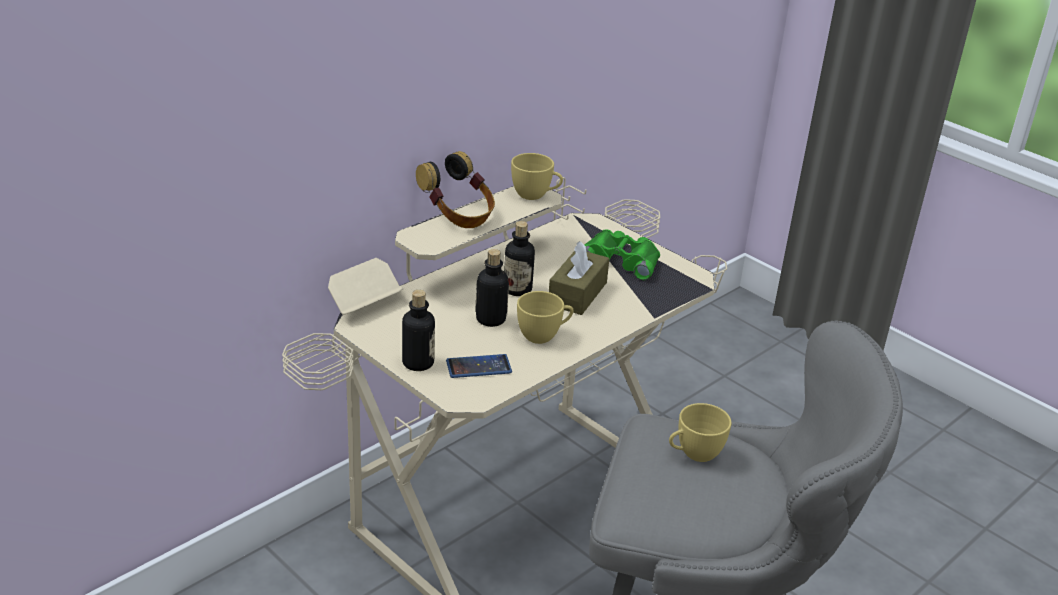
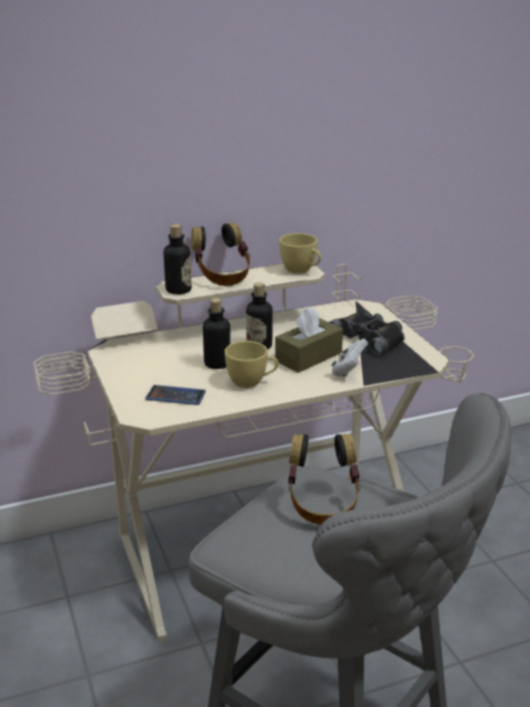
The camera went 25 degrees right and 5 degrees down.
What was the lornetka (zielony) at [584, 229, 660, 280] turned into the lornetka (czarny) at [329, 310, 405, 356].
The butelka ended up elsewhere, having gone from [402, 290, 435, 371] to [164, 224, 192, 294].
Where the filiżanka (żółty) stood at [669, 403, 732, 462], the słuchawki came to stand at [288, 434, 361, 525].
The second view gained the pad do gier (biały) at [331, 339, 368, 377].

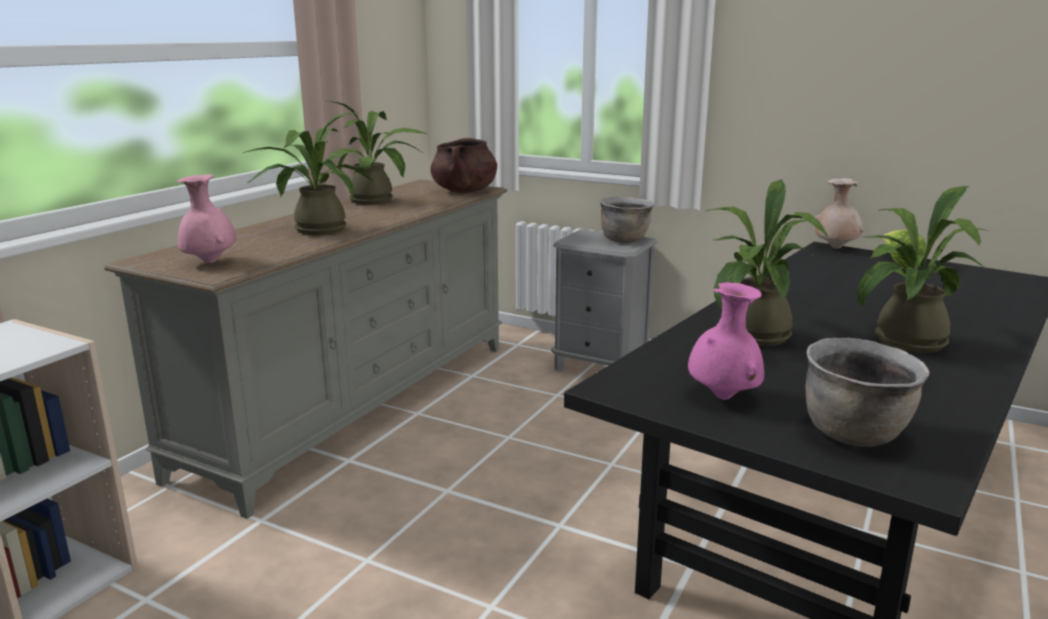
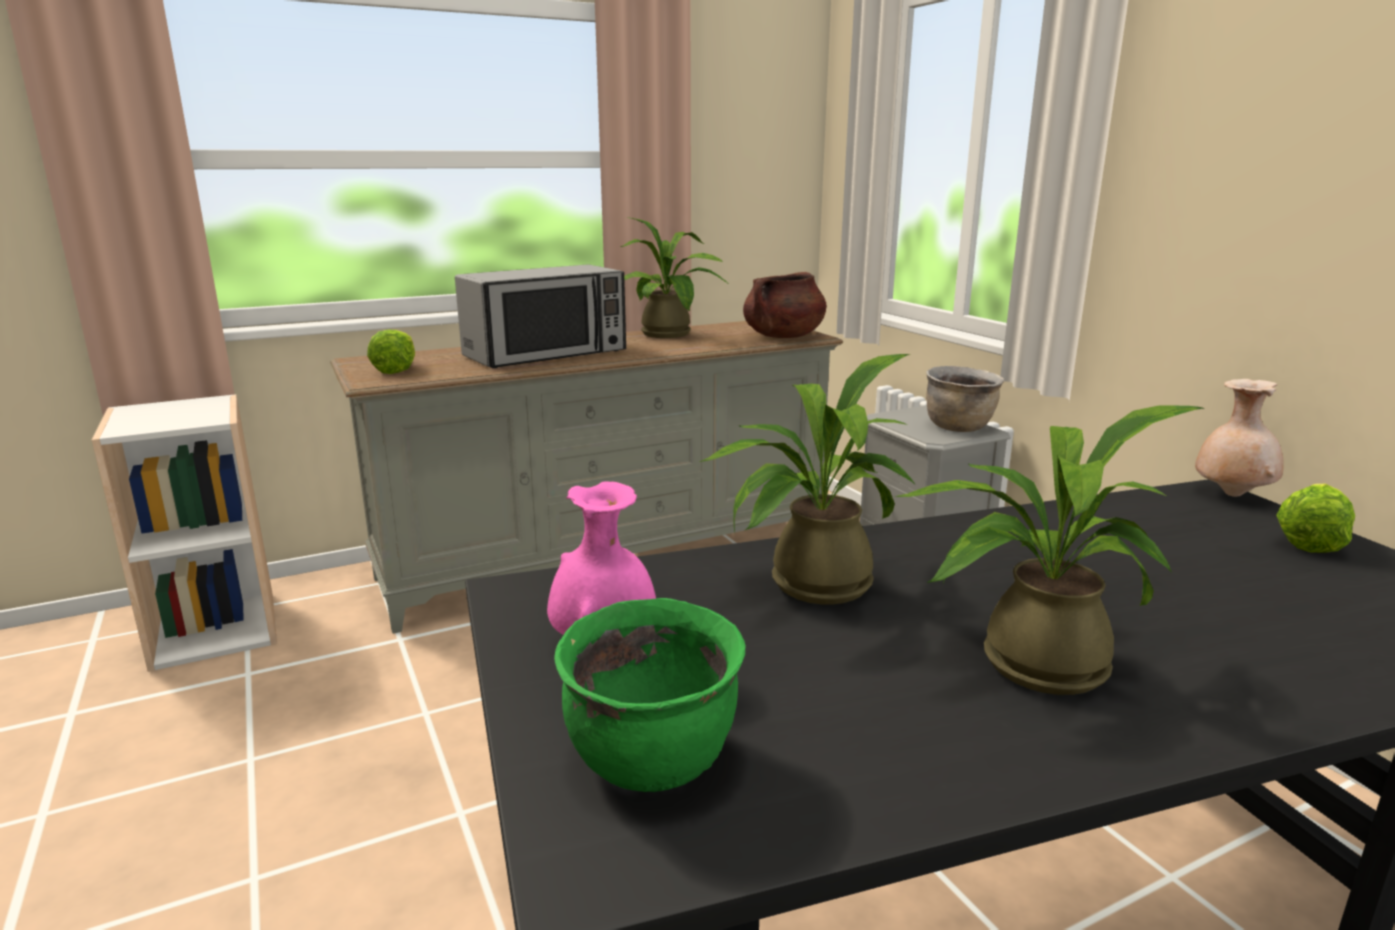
The camera went 35 degrees right and 0 degrees up.
Where the roślina doniczkowa stood at [243, 113, 375, 235], the mikrofalówka came to stand at [455, 265, 626, 368].
Where the wazon (różowy) stood at [177, 174, 237, 263], the sałata came to stand at [367, 330, 415, 374].
What was the garnek (brązowy) at [805, 338, 930, 447] turned into the garnek (zielony) at [554, 598, 746, 792].

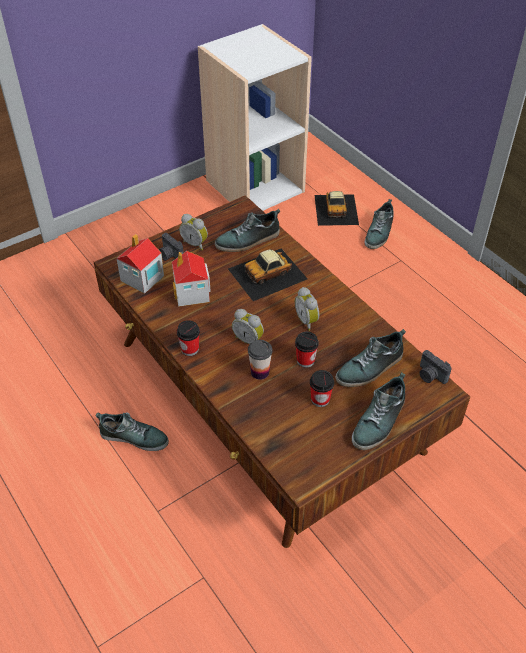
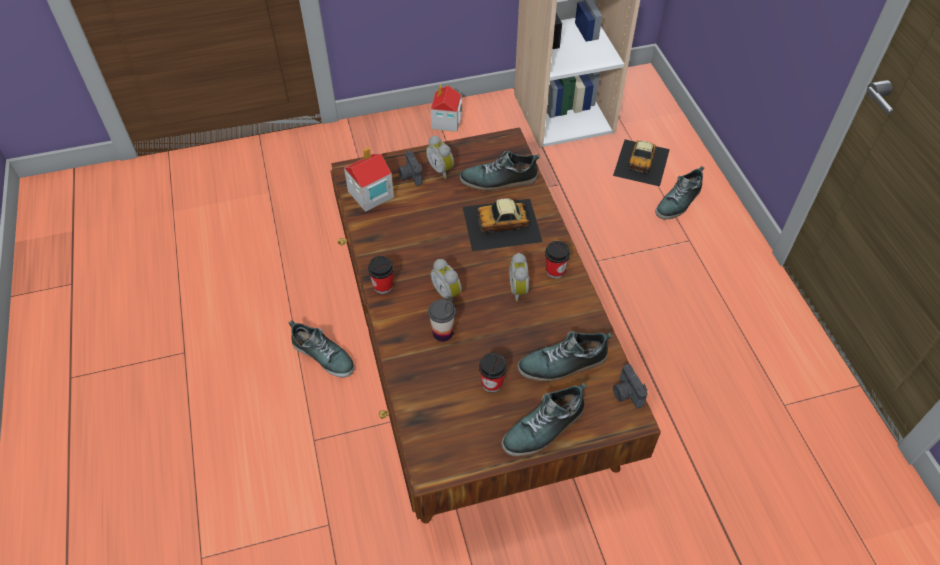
The camera went 20 degrees right and 5 degrees up.
The domek ended up elsewhere, having gone from [172, 251, 211, 307] to [431, 84, 462, 132].
The filiżanka ended up elsewhere, having gone from [295, 332, 319, 368] to [545, 241, 570, 279].

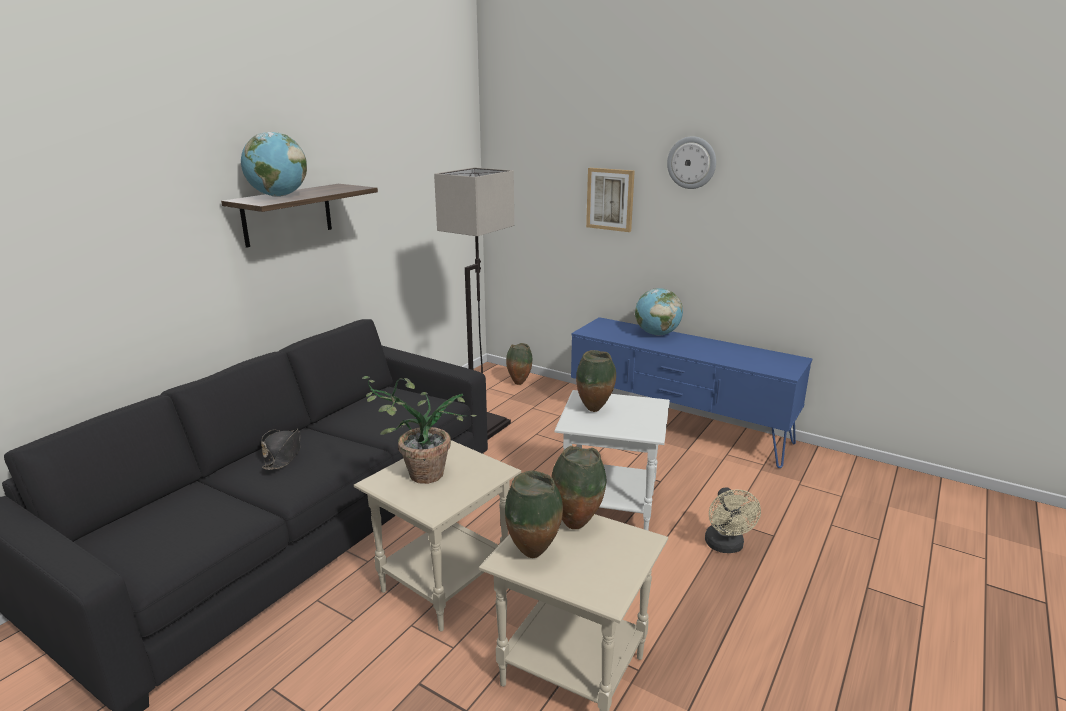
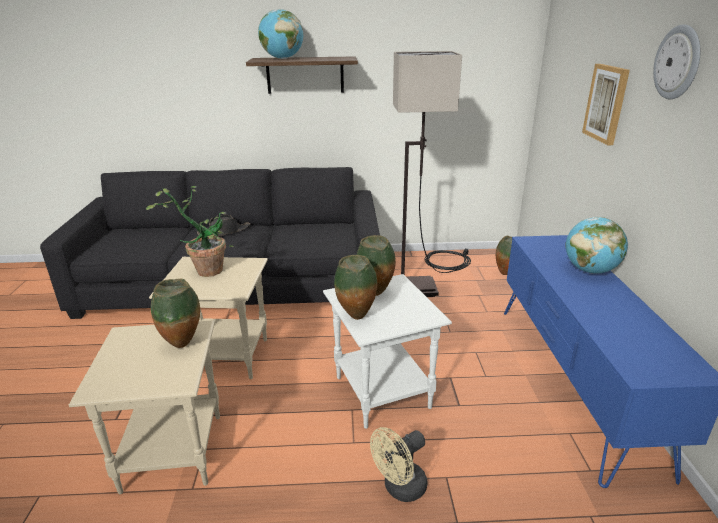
The camera went 55 degrees right and 5 degrees up.
The wazon ended up elsewhere, having gone from [505, 471, 563, 558] to [334, 255, 377, 320].

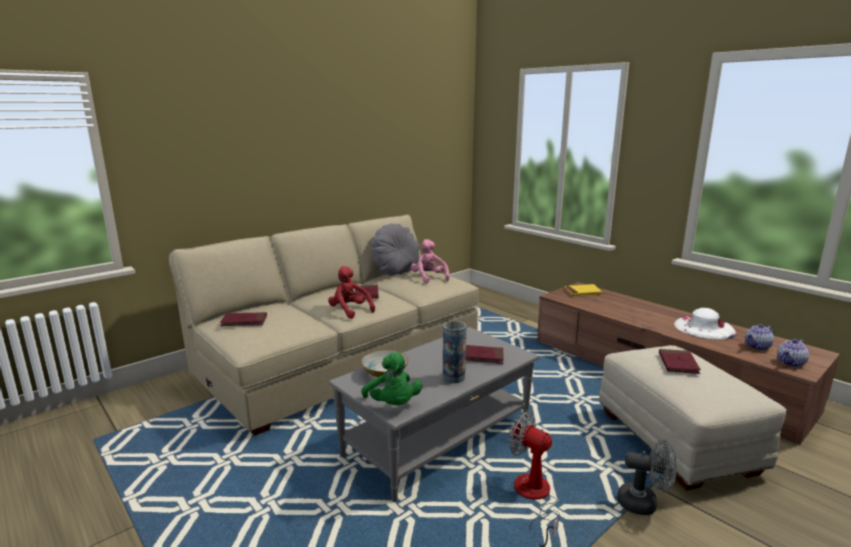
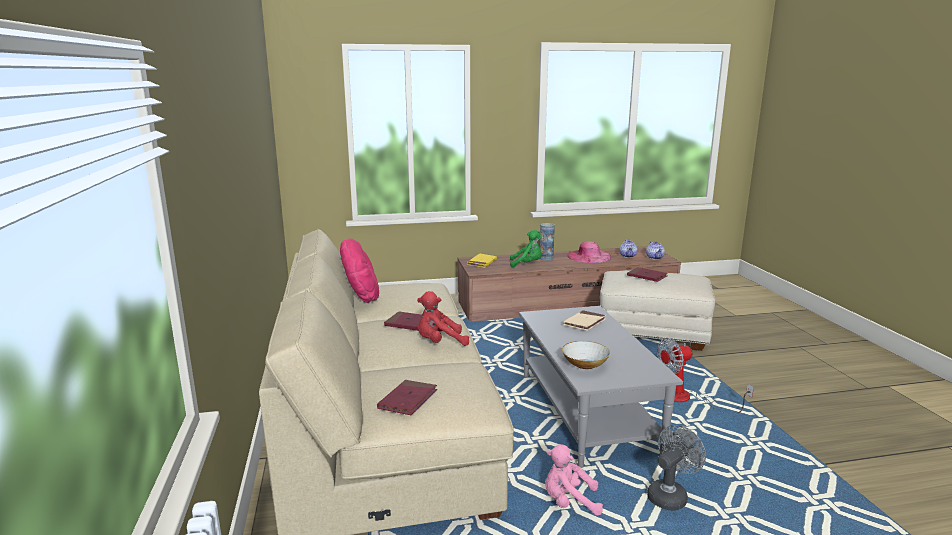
The camera went 60 degrees left and 0 degrees up.
What was the poduszka (szary) at [372, 223, 419, 276] turned into the poduszka (różowy) at [340, 238, 379, 303].
The pluszak (różowy) ended up elsewhere, having gone from [411, 239, 449, 284] to [545, 444, 603, 515].
What was the kapelusz (biały) at [674, 308, 737, 340] turned into the kapelusz (różowy) at [567, 241, 611, 263].
The wazon ended up elsewhere, having gone from [443, 321, 467, 383] to [540, 223, 555, 261].
What was the książka (czerwony) at [466, 345, 504, 364] turned into the książka (beżowy) at [563, 310, 606, 331].
The pluszak (zielony) ended up elsewhere, having gone from [361, 352, 422, 405] to [510, 230, 542, 268].
The wentylator (szary) ended up elsewhere, having gone from [617, 439, 677, 515] to [647, 425, 706, 510].

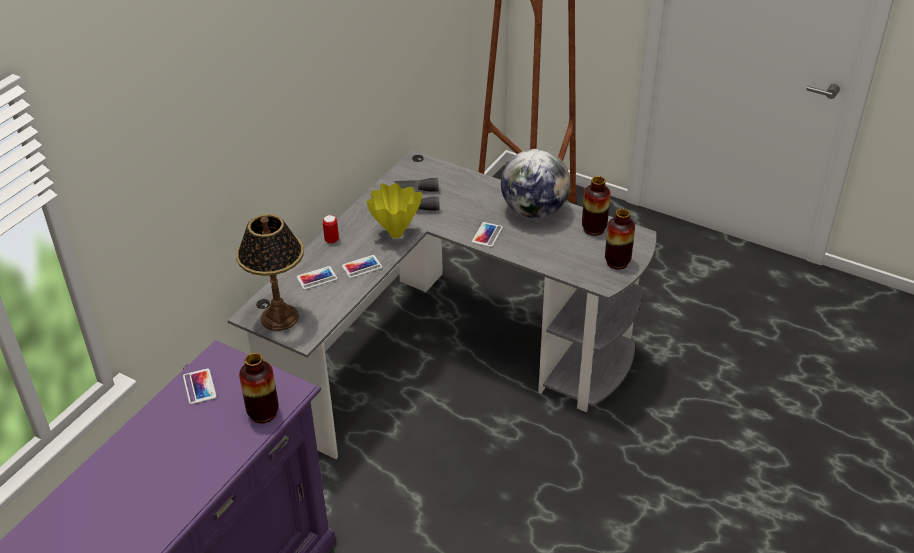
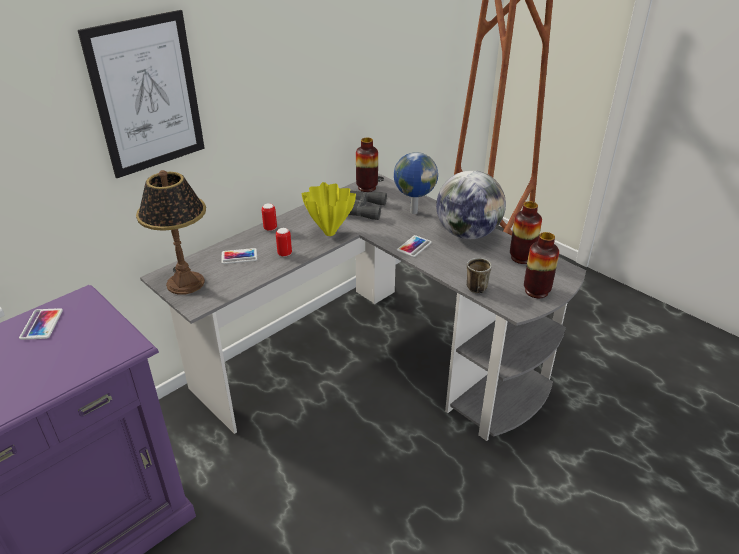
The camera went 15 degrees right and 5 degrees down.
Where the telefon stood at [342, 255, 382, 278], the puszka came to stand at [276, 228, 292, 257].
The wazon ended up elsewhere, having gone from [239, 353, 279, 423] to [356, 138, 378, 192].
The second view gained the obraz at [78, 10, 205, 178].
The second view gained the globus at [394, 152, 438, 214].
The second view gained the kubek at [467, 258, 492, 293].

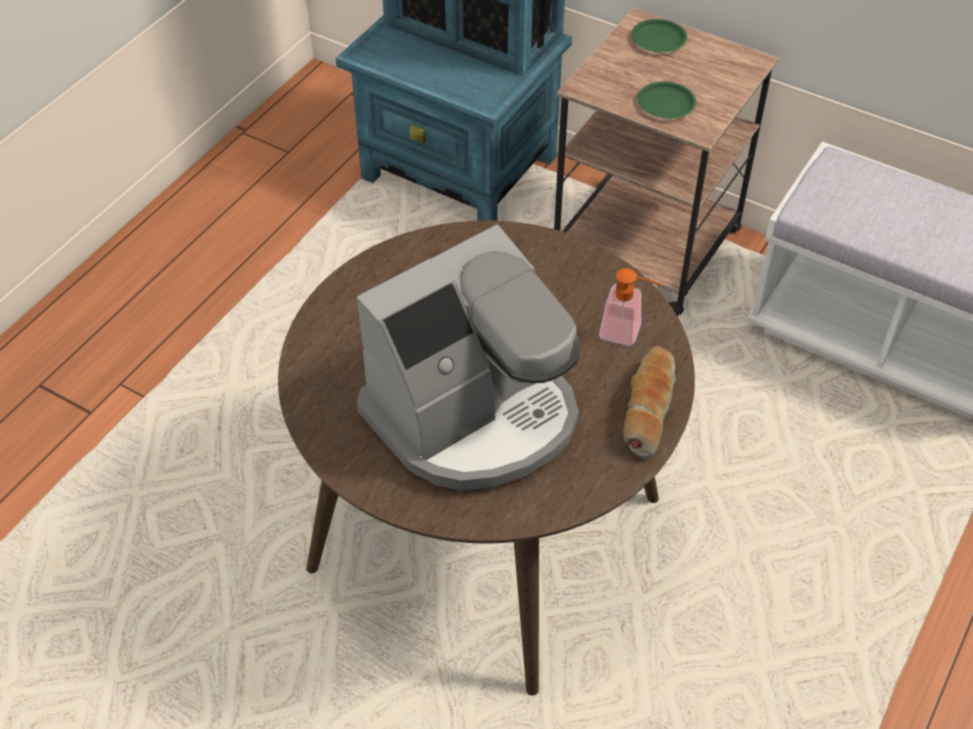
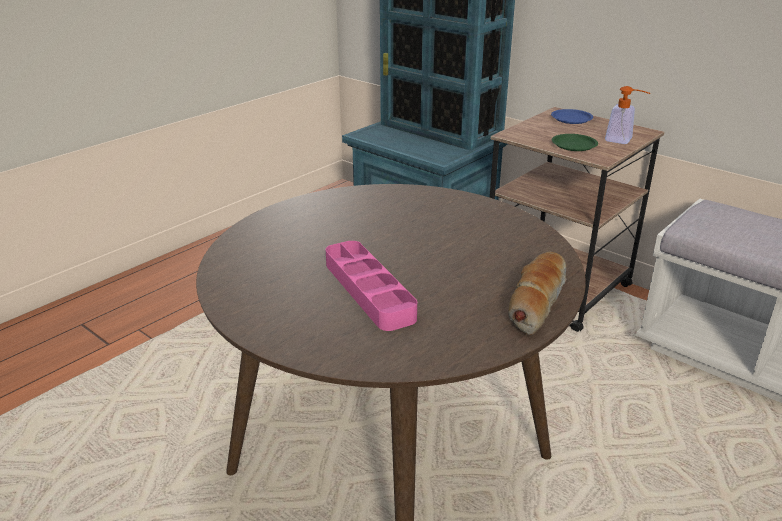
The camera went 10 degrees right and 20 degrees down.
What was the talerz (zielony) at [631, 19, 687, 52] turned into the talerz (niebieski) at [551, 109, 593, 124].
Where the ekspres do kawy stood at [357, 224, 580, 491], the taca (różowy) came to stand at [326, 241, 417, 331].
The dozownik mydła ended up elsewhere, having gone from [599, 268, 662, 346] to [605, 86, 650, 144].

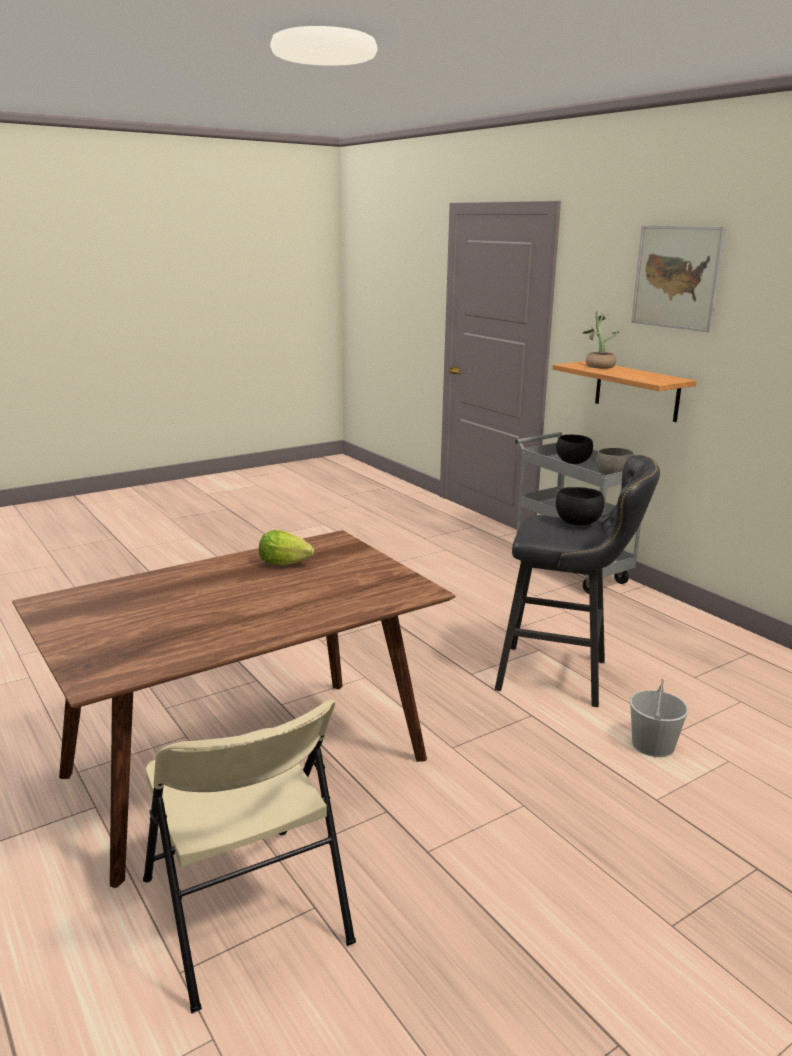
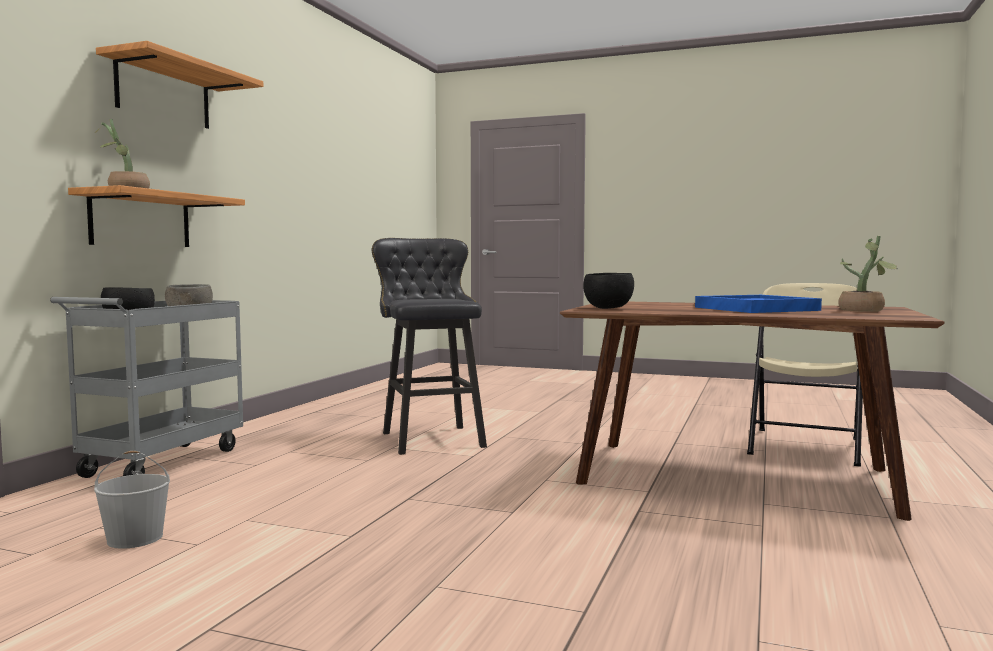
The camera went 125 degrees left and 15 degrees down.
Where the obraz hung at [631, 226, 726, 332], the półka came to hang at [96, 41, 263, 129].
The miska (czarny) ended up elsewhere, having gone from [556, 487, 605, 525] to [583, 273, 634, 309].
The second view lost the sałata at [259, 530, 314, 566].
The wiadro (biały) ended up elsewhere, having gone from [630, 679, 689, 757] to [94, 451, 170, 549].
The second view gained the roślina doniczkowa at [838, 236, 897, 312].
The second view gained the taca (niebieski) at [695, 295, 822, 313].

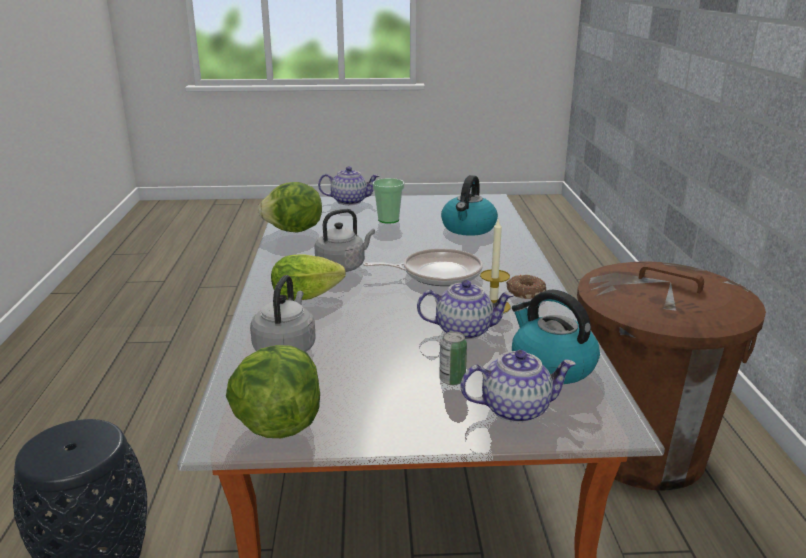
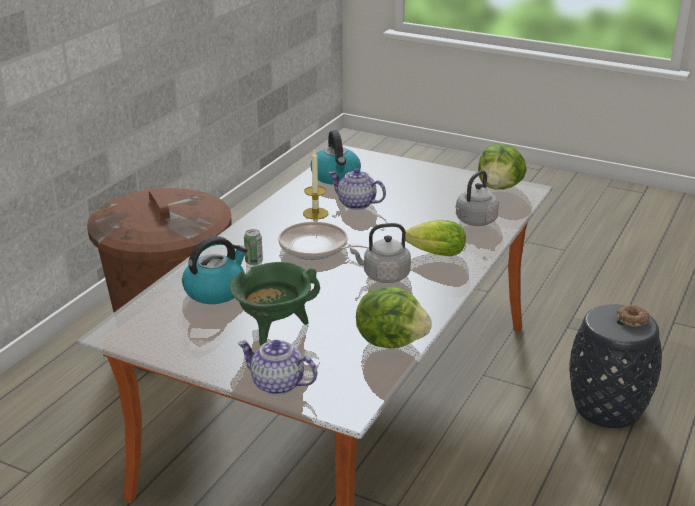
The camera went 150 degrees left and 5 degrees up.
Where the filiżanka stood at [373, 178, 404, 224], the garnek (zielony) came to stand at [229, 262, 320, 346].
The donut ended up elsewhere, having gone from [506, 274, 546, 299] to [617, 305, 650, 327].
The puszka ended up elsewhere, having gone from [439, 331, 467, 385] to [244, 229, 263, 265].
The second view lost the imbryk at [460, 350, 576, 423].

